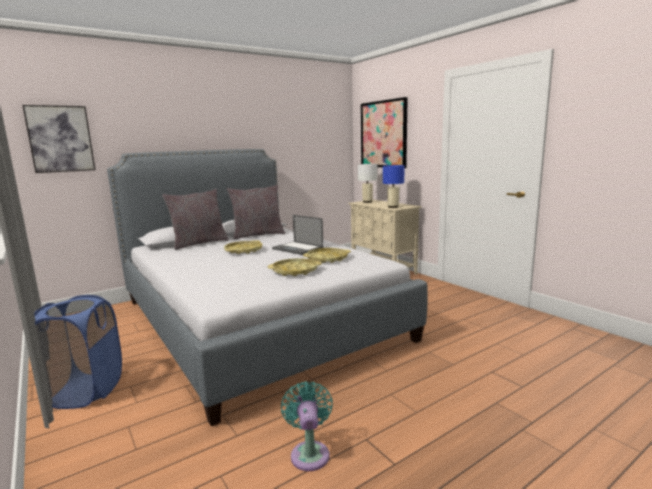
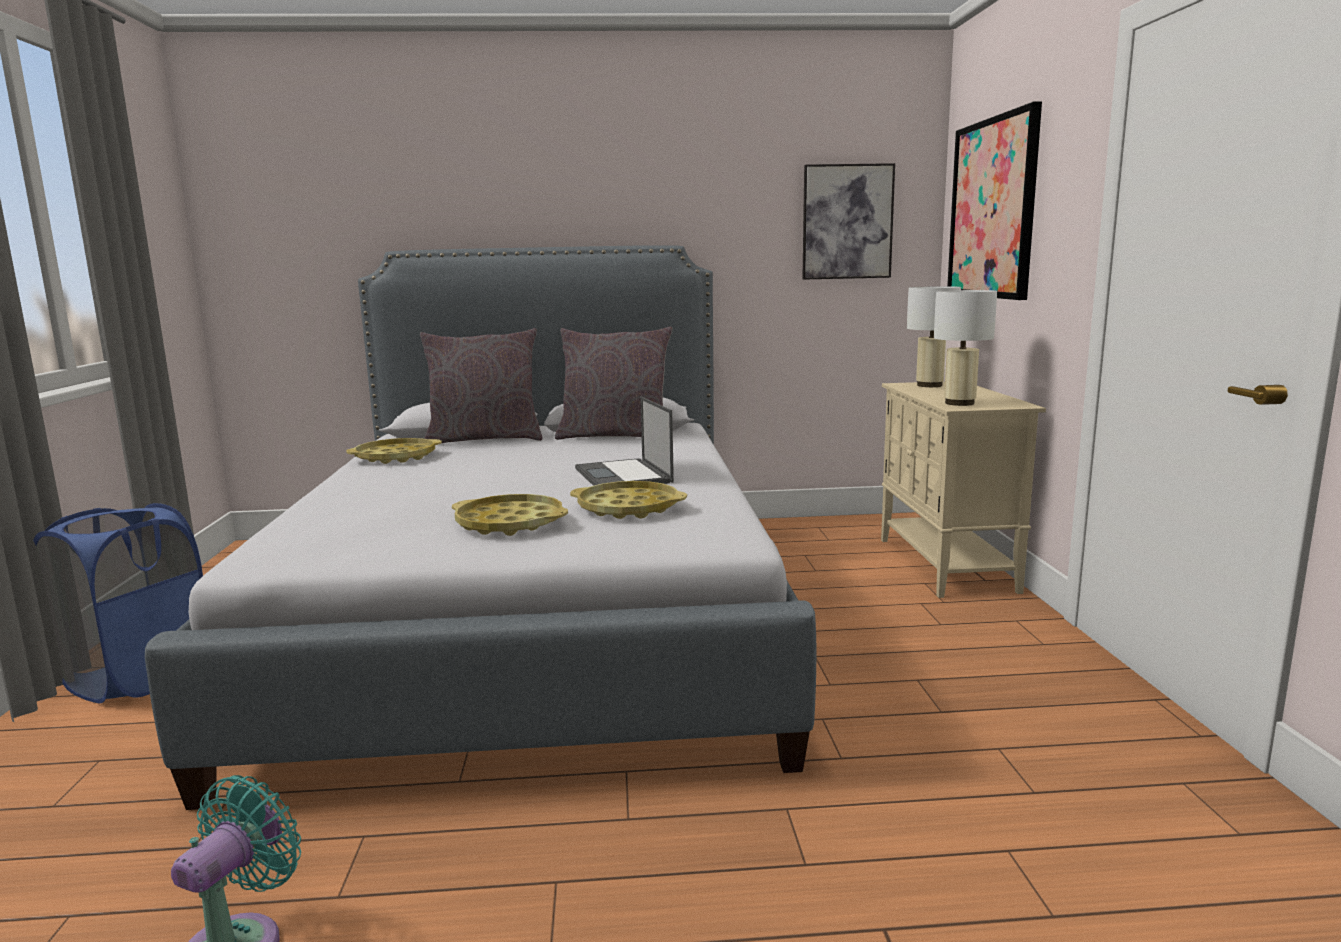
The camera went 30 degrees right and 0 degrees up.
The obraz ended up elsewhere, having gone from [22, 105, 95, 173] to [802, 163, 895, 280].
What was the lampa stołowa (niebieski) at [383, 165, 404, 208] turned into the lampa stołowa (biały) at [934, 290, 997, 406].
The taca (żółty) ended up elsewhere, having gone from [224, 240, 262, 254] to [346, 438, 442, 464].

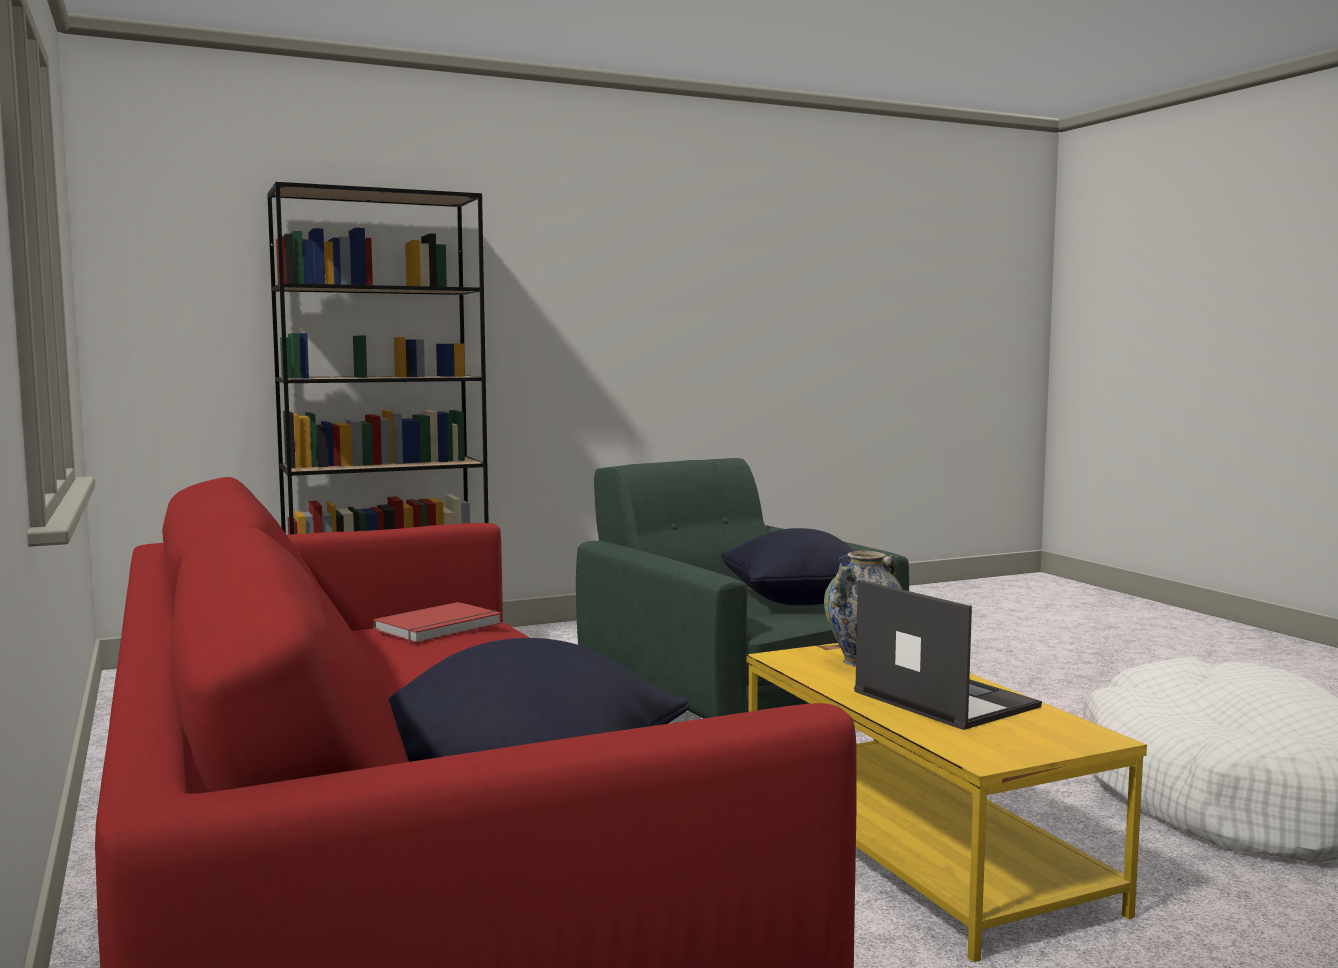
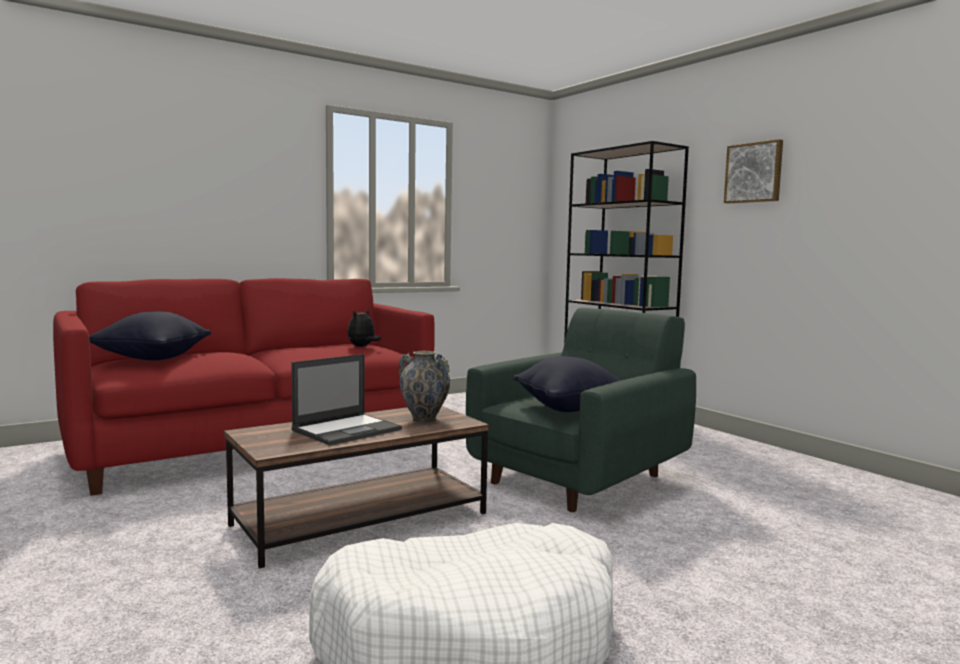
The camera went 80 degrees right and 0 degrees up.
Where the książka (czerwony) stood at [373, 602, 502, 643], the pluszak came to stand at [347, 309, 381, 347].
What was the ława (żółty) at [746, 643, 1147, 962] turned into the ława (brązowy) at [224, 406, 489, 568].
The second view gained the obraz at [724, 139, 783, 203].

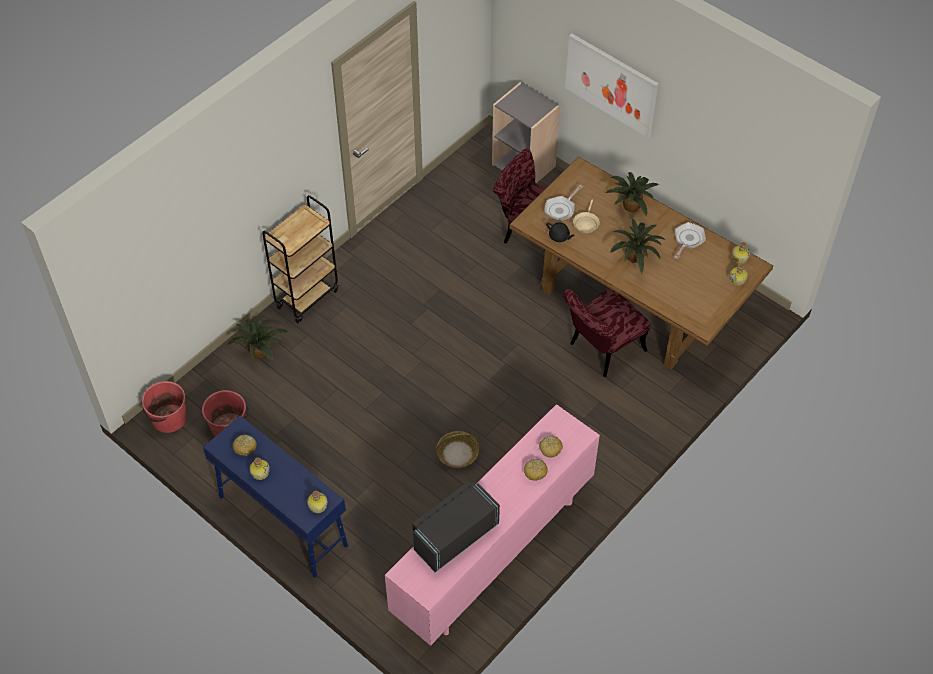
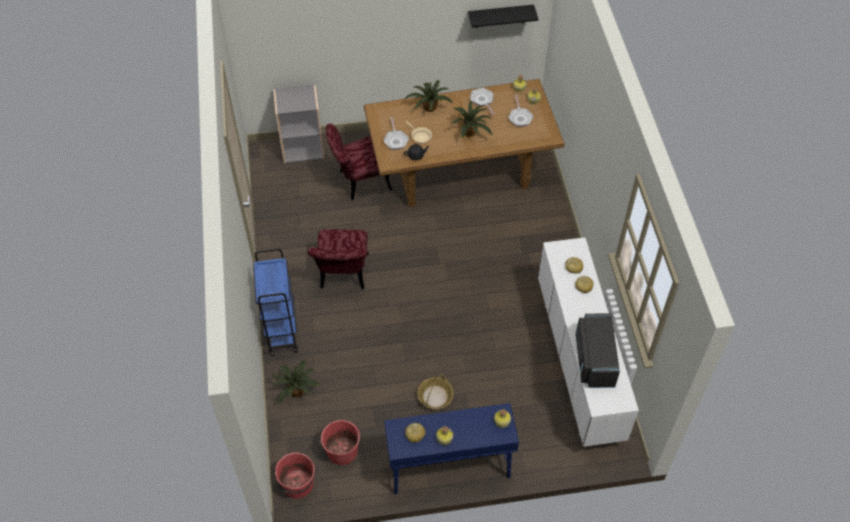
The camera went 50 degrees left and 0 degrees up.
The second view lost the obraz at [565, 34, 659, 138].
What was the wózek (brązowy) at [262, 195, 339, 323] turned into the wózek (niebieski) at [253, 249, 298, 356].
The krzesło (czerwony) ended up elsewhere, having gone from [563, 288, 650, 377] to [308, 229, 369, 290].
What was the szafka (różowy) at [385, 404, 600, 646] turned into the szafka (biały) at [538, 237, 639, 447].
The koszyk ended up elsewhere, having gone from [436, 431, 479, 468] to [417, 374, 453, 409].
The second view gained the półka (czarny) at [468, 5, 538, 28].
The second view gained the patelnia at [508, 95, 534, 127].

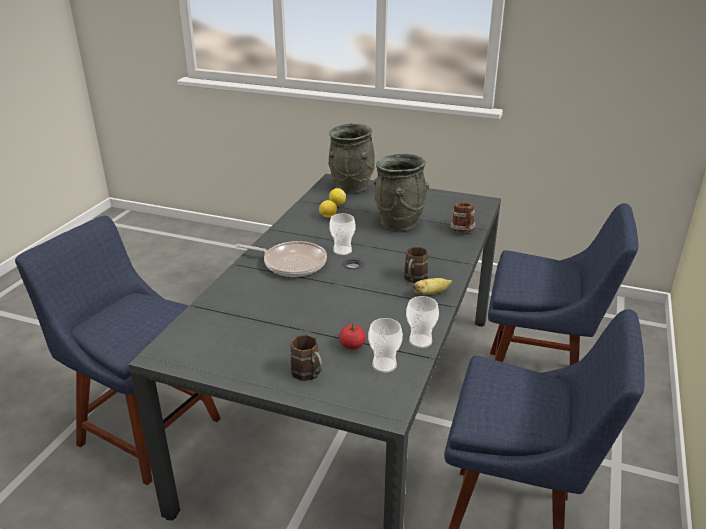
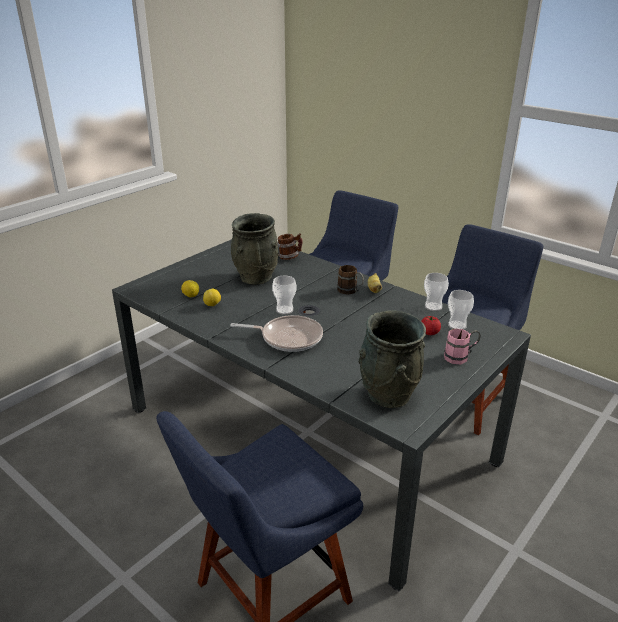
The camera went 70 degrees left and 0 degrees up.
The wazon (szary) ended up elsewhere, having gone from [328, 123, 375, 193] to [359, 310, 426, 408].
The patelnia at [235, 241, 327, 277] ended up facing another way, 60 degrees clockwise from before.
What was the kubek (brązowy) at [290, 335, 323, 381] turned into the kubek (różowy) at [444, 329, 480, 364].

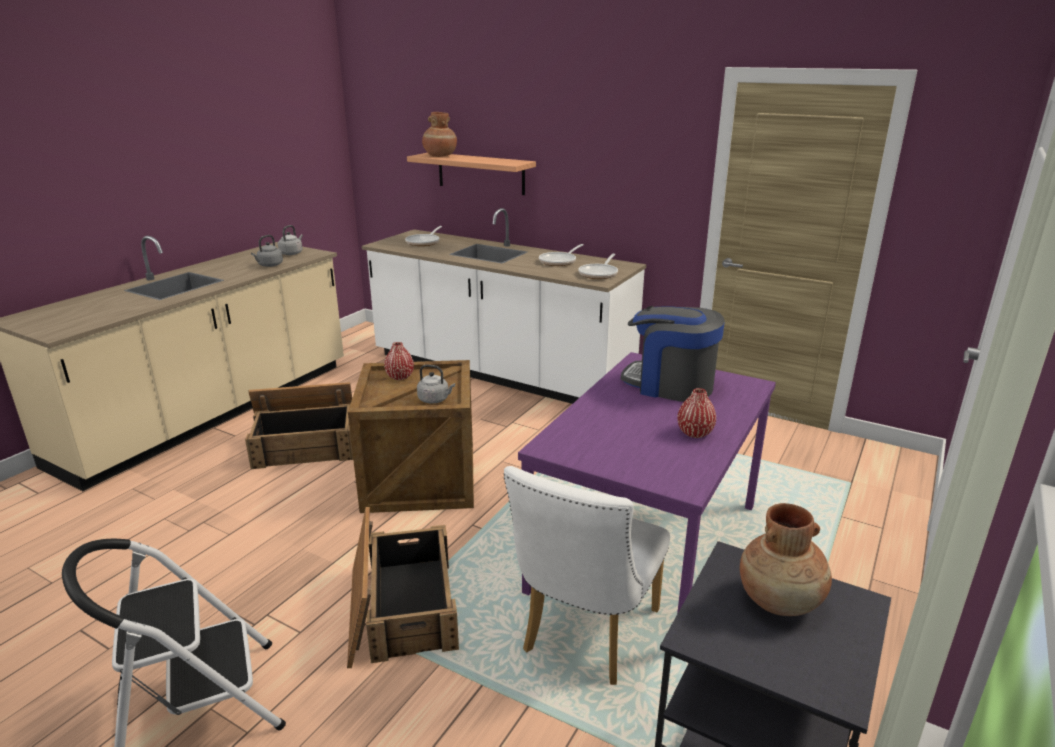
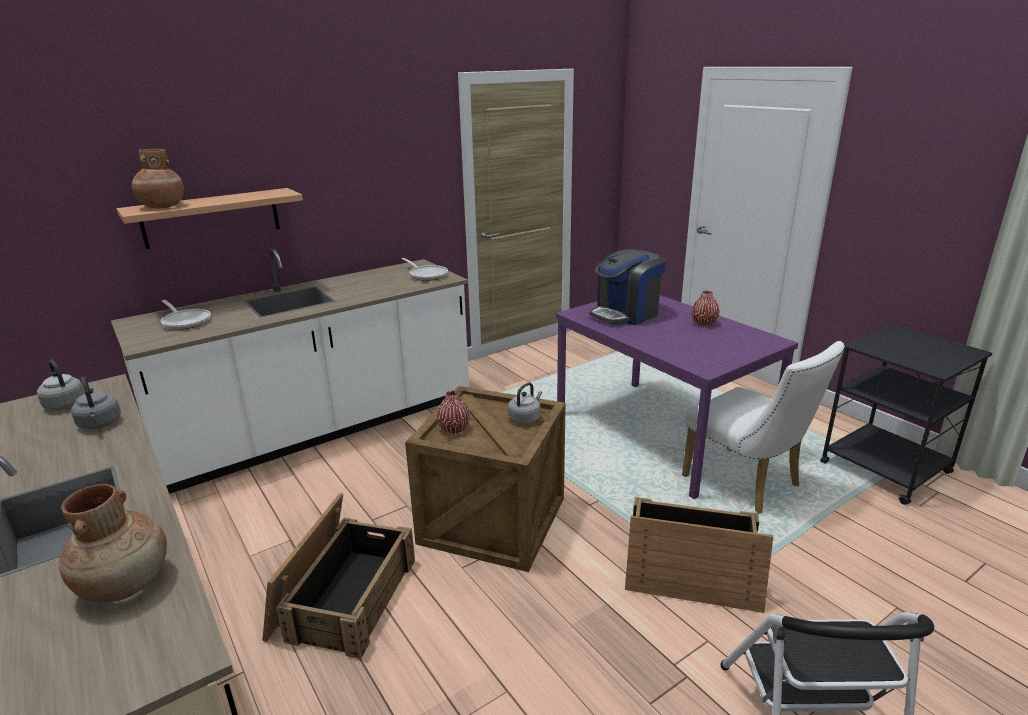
The camera went 65 degrees left and 0 degrees up.
The second view lost the patelnia at [539, 244, 584, 266].
The wazon (brązowy) ended up elsewhere, having gone from [740, 503, 832, 616] to [59, 484, 167, 602].

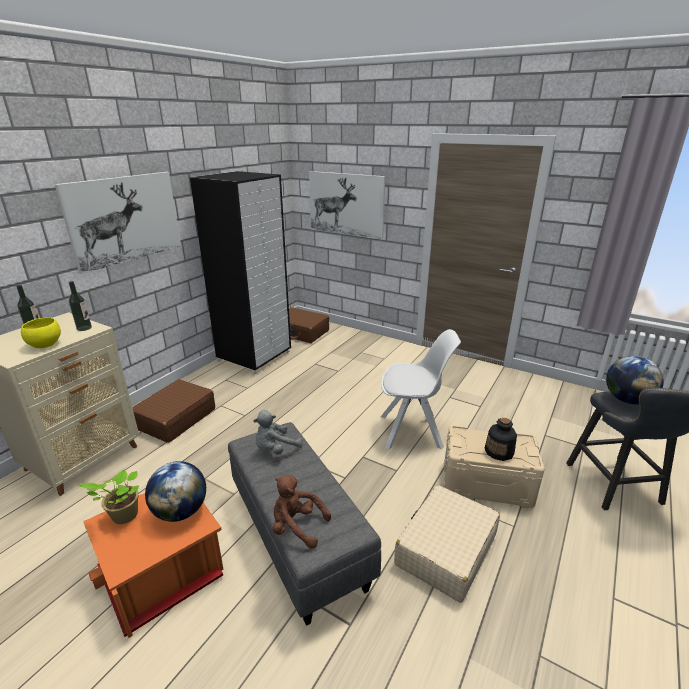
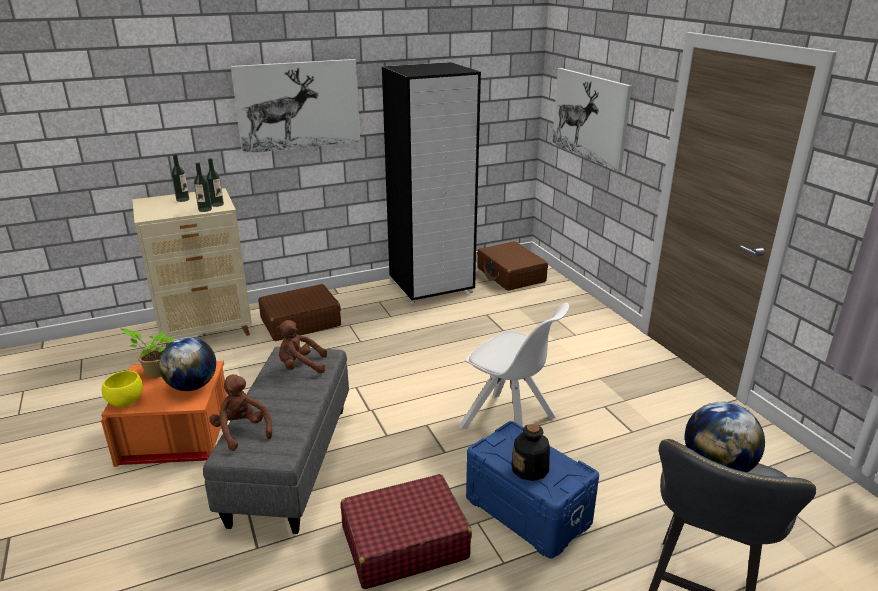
The camera went 35 degrees right and 0 degrees up.
The miska (żółty) ended up elsewhere, having gone from [21, 318, 61, 348] to [102, 371, 143, 407].
What was the pluszak (szary) at [253, 410, 303, 455] turned into the pluszak (brązowy) at [277, 320, 327, 374].
What was the pojemnik do przechowywania (beżowy) at [444, 425, 545, 508] turned into the pojemnik do przechowywania (niebieski) at [466, 421, 599, 559].
What was the walizka (beżowy) at [394, 485, 500, 603] turned into the walizka (czerwony) at [340, 474, 472, 589].
The second view gained the butelka at [194, 163, 212, 212].

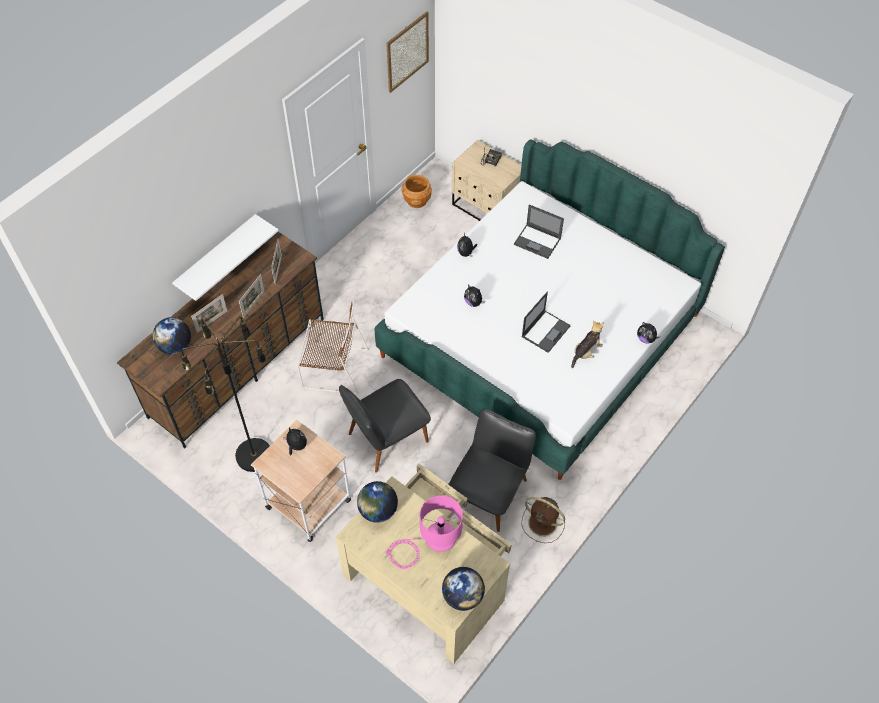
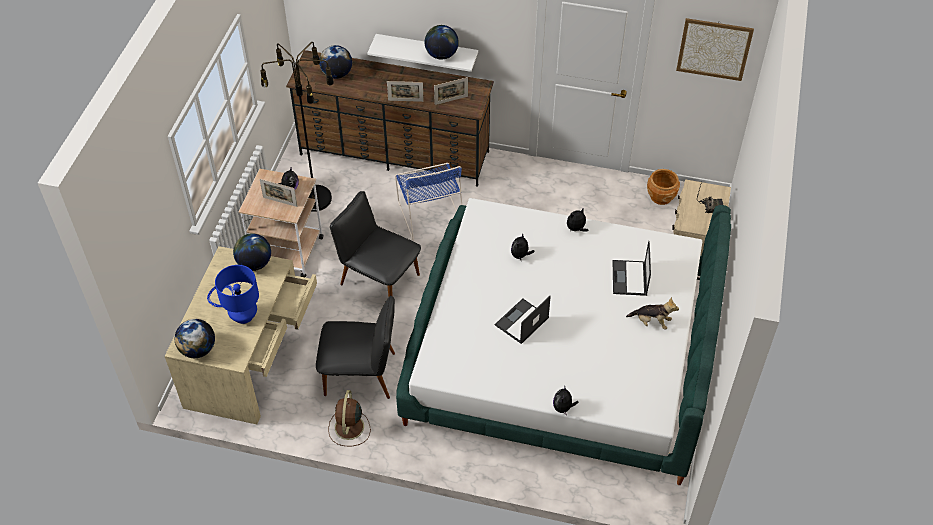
The camera went 65 degrees right and 5 degrees down.
The laptop at [521, 292, 571, 353] ended up facing another way, 120 degrees clockwise from before.
The ramka na zdjęcie ended up elsewhere, having gone from [191, 294, 228, 333] to [260, 179, 297, 207].
What was the krzesło (brązowy) at [297, 300, 368, 395] turned into the krzesło (niebieski) at [395, 163, 462, 241].
The pluszak ended up elsewhere, having gone from [571, 321, 604, 368] to [626, 297, 679, 330].
What was the lampa stołowa (różowy) at [385, 496, 463, 569] turned into the lampa stołowa (niebieski) at [207, 265, 259, 324].
The second view gained the globus at [425, 25, 459, 60].

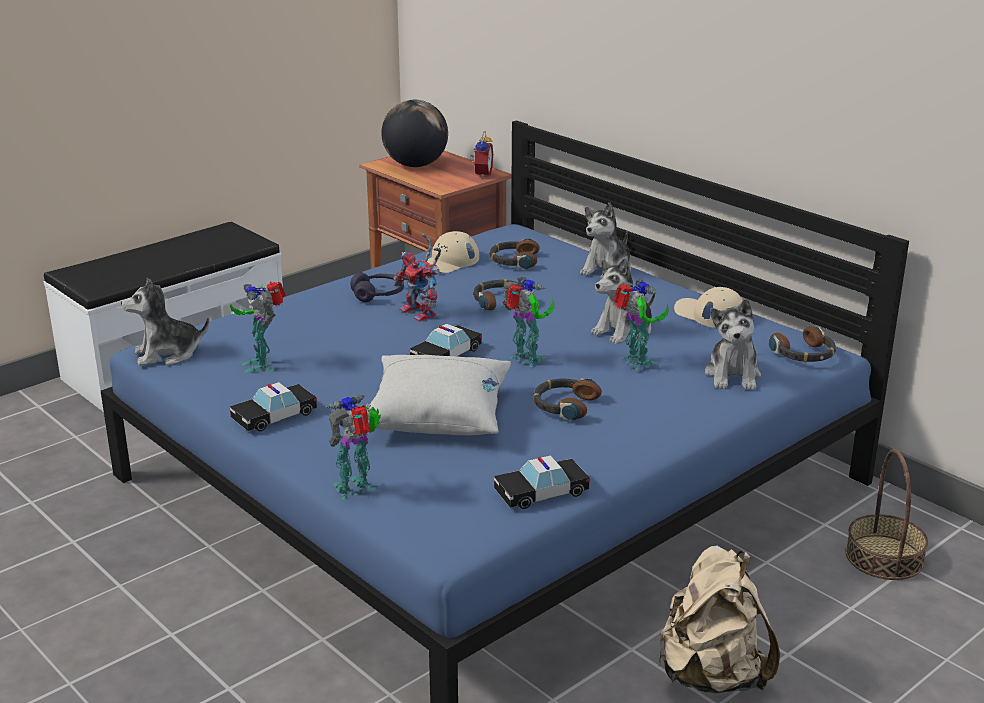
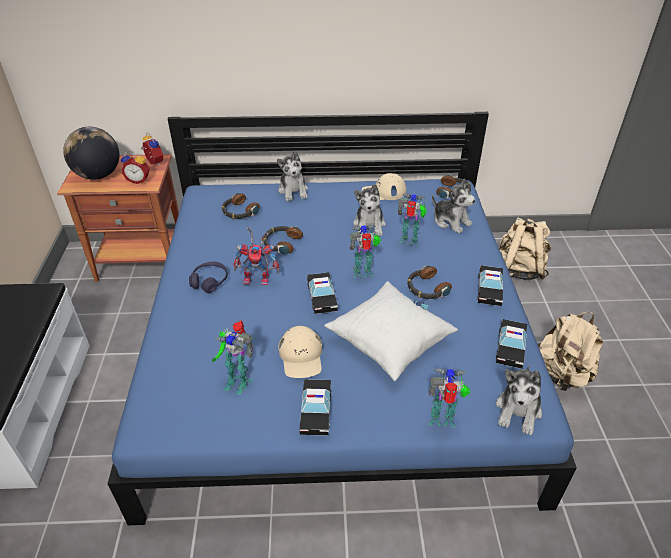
The camera went 50 degrees left and 15 degrees up.
The czapka z daszkiem (beżowy) ended up elsewhere, having gone from [427, 231, 479, 273] to [279, 326, 322, 378].
The pluszak ended up elsewhere, having gone from [121, 278, 209, 366] to [496, 366, 542, 435].
The robot zabawkowy at [325, 394, 381, 500] ended up facing another way, 90 degrees clockwise from before.
Where the koszyk stood at [846, 449, 928, 580], the plecak (beżowy) came to stand at [499, 217, 551, 280].
The second view gained the budzik at [121, 151, 150, 184].
The second view gained the samochodzik at [477, 265, 503, 306].

